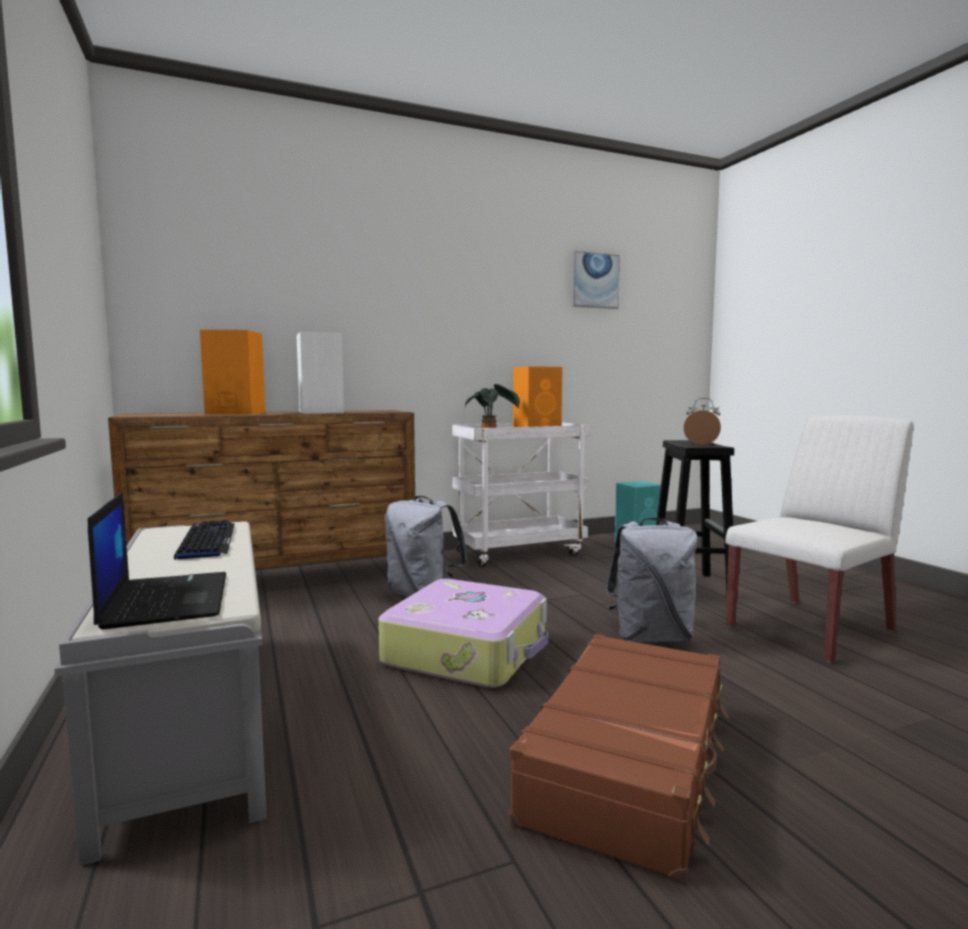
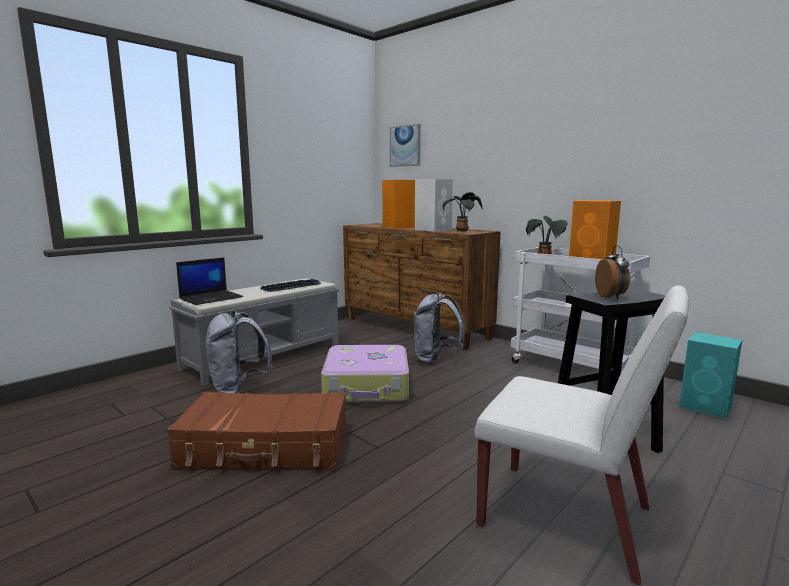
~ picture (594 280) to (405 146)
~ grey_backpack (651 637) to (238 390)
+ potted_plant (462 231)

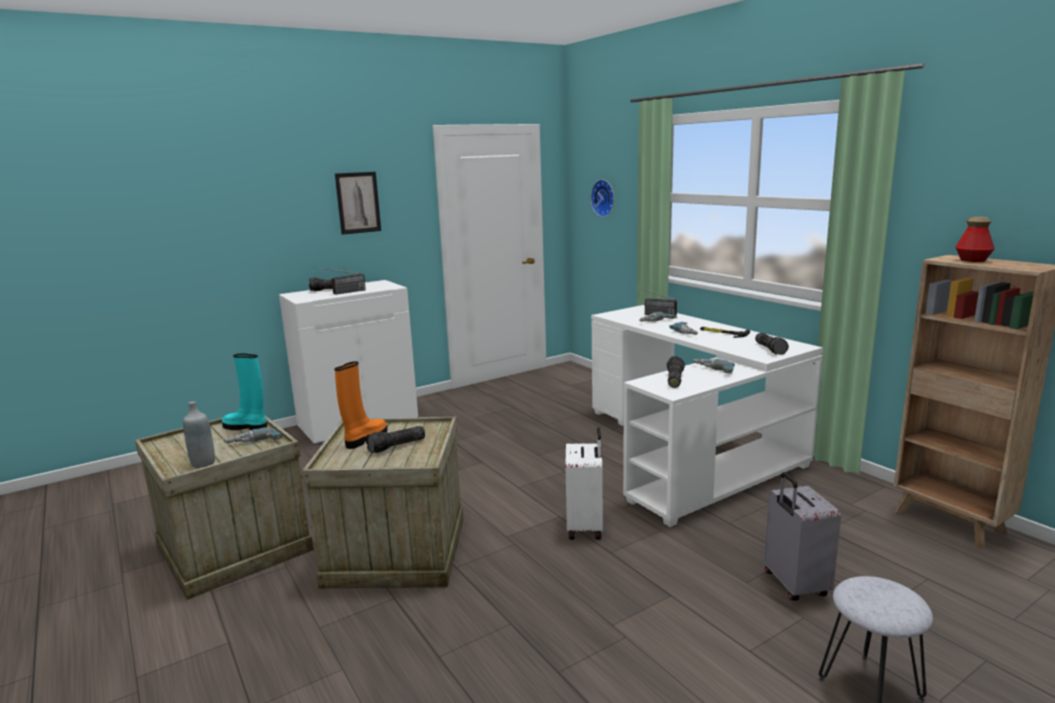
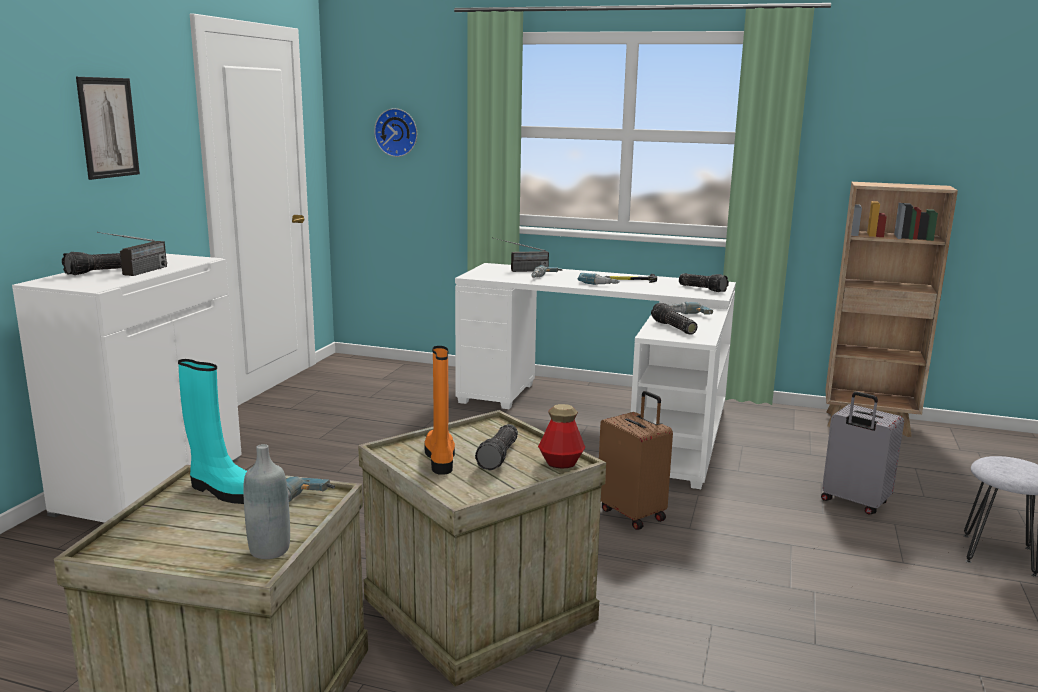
~ turquoise_boot (247 427) = (224 491) 135 degrees counterclockwise
~ white_suitcase (586 527) to brown_suitcase (633 514)
~ bottle (972 260) to (561 463)

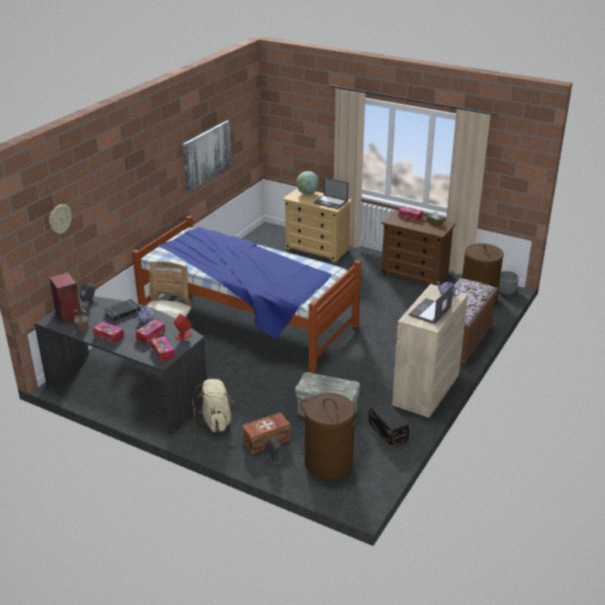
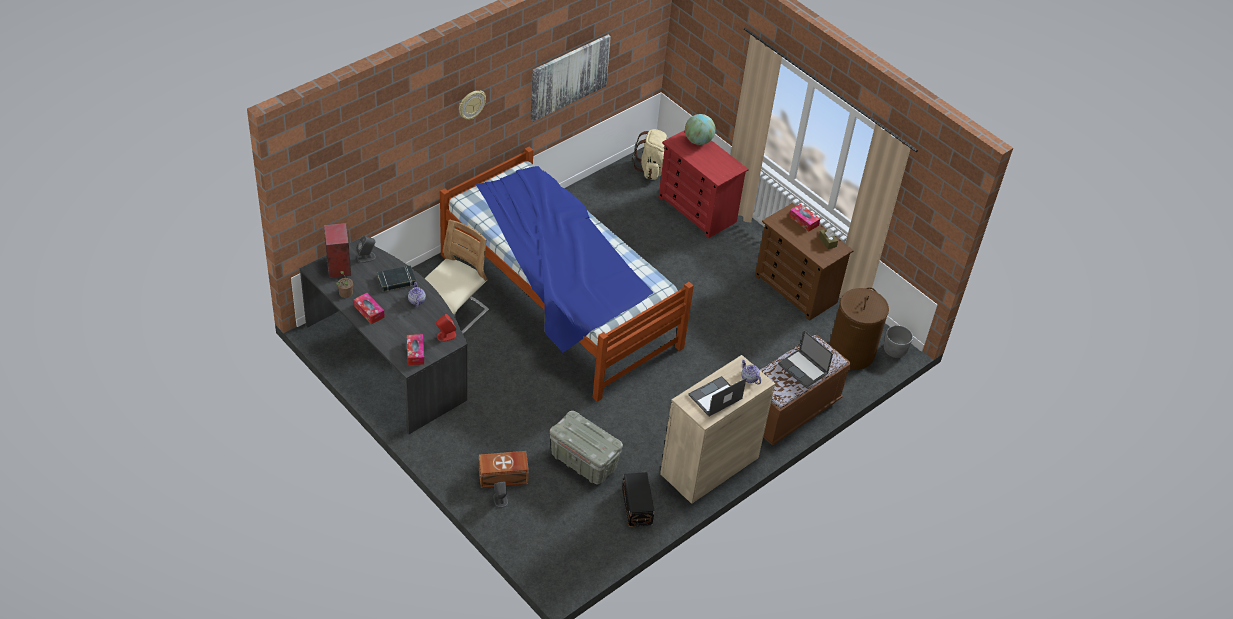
~ wall_clock (59 219) to (471 104)
- tissue_box (150 335)
~ beige_backpack (215 421) to (652 169)
~ beige_dresser (317 249) to red_dresser (697 210)
- brown_laundry_basket (328 463)
~ laptop (331 202) to (803 369)

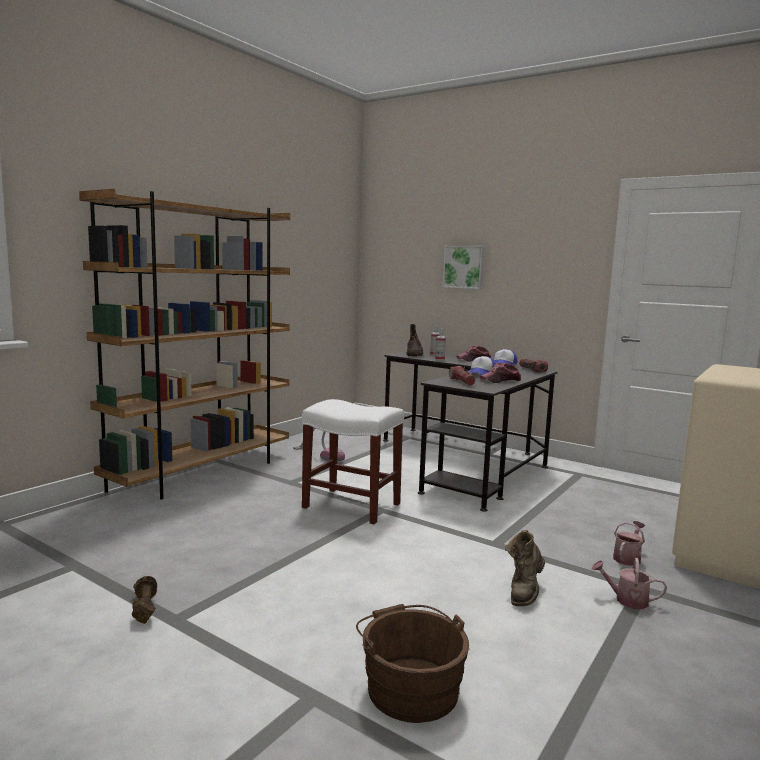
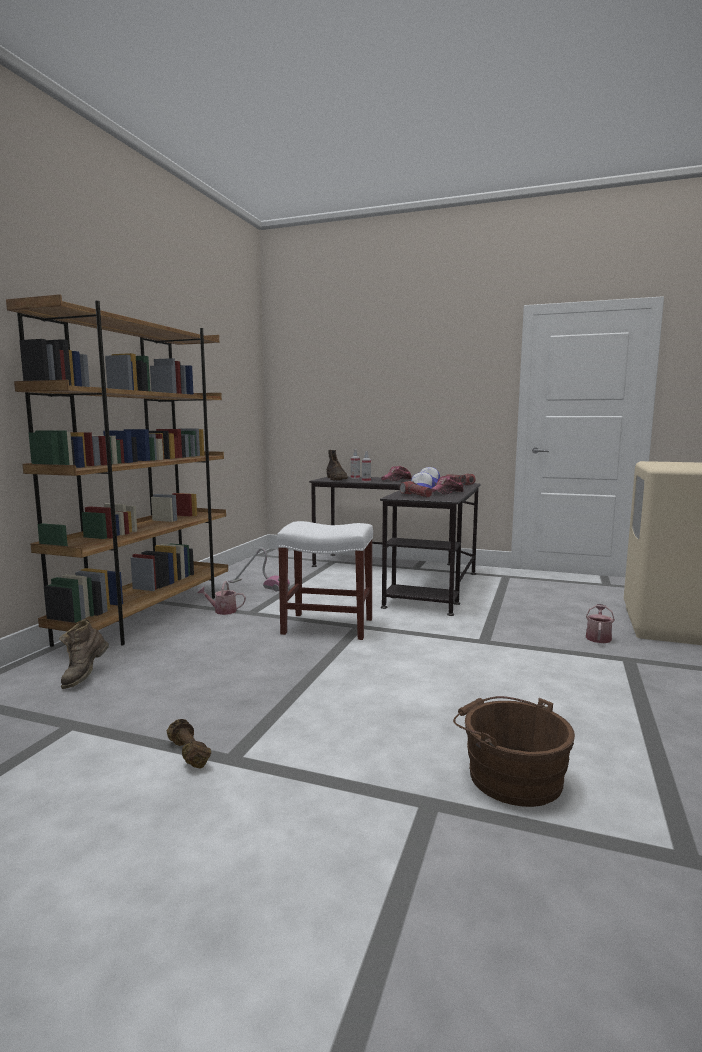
- picture (464 267)
~ brown_boot (524 592) to (84 677)
~ watering_can (626 600) to (222 611)

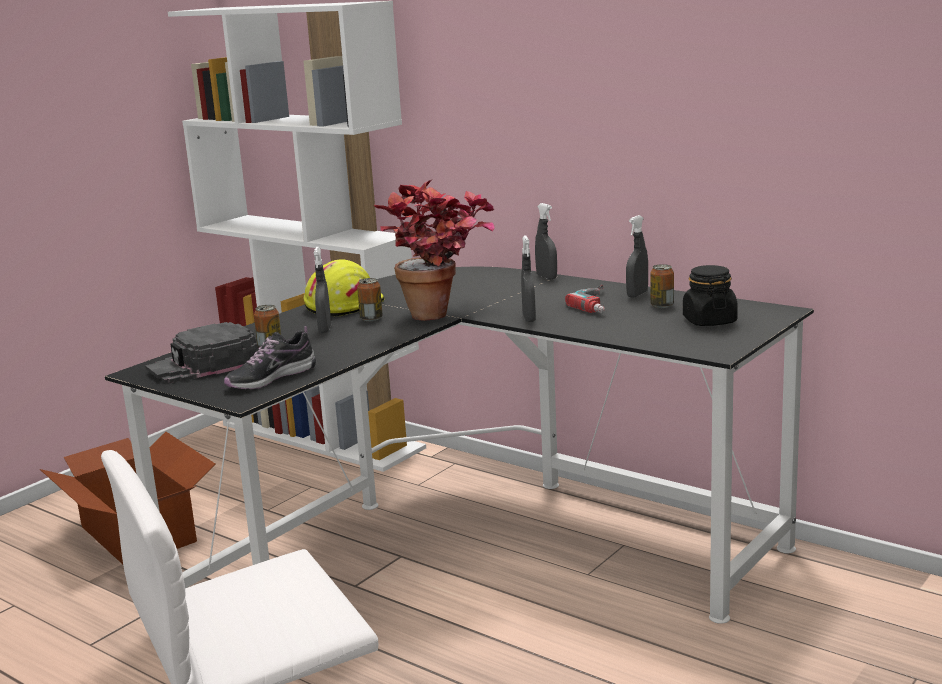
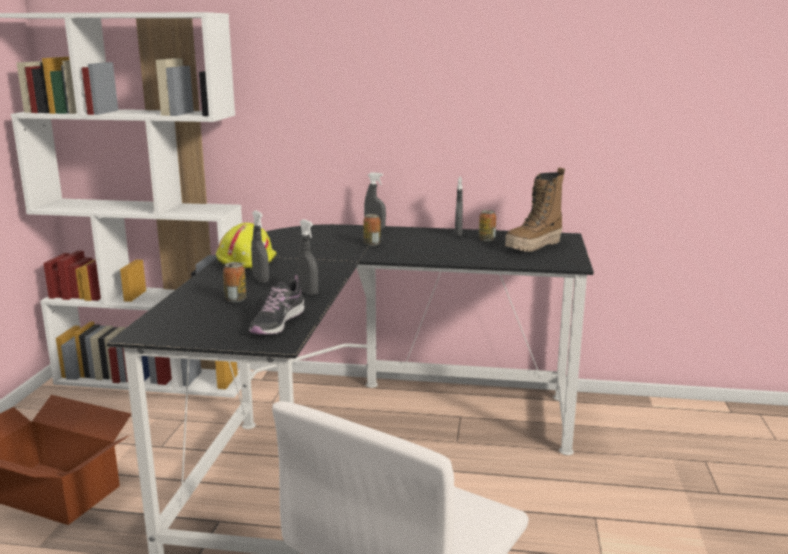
- black_cap (204 365)
~ can (371 318) to (372 244)
- potted_plant (442 317)
~ grey_spray_bottle (529 318) to (308 292)
- power_drill (601 304)
~ black_jar (709 321) to boot (533 246)

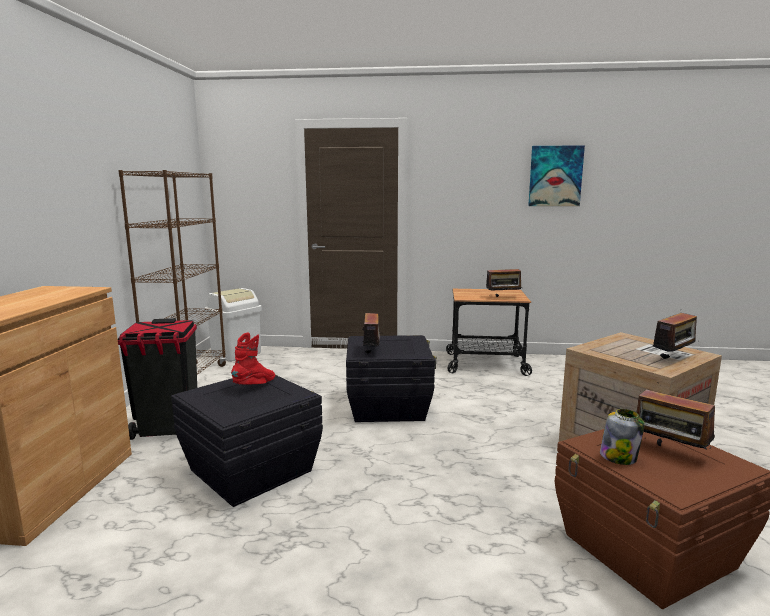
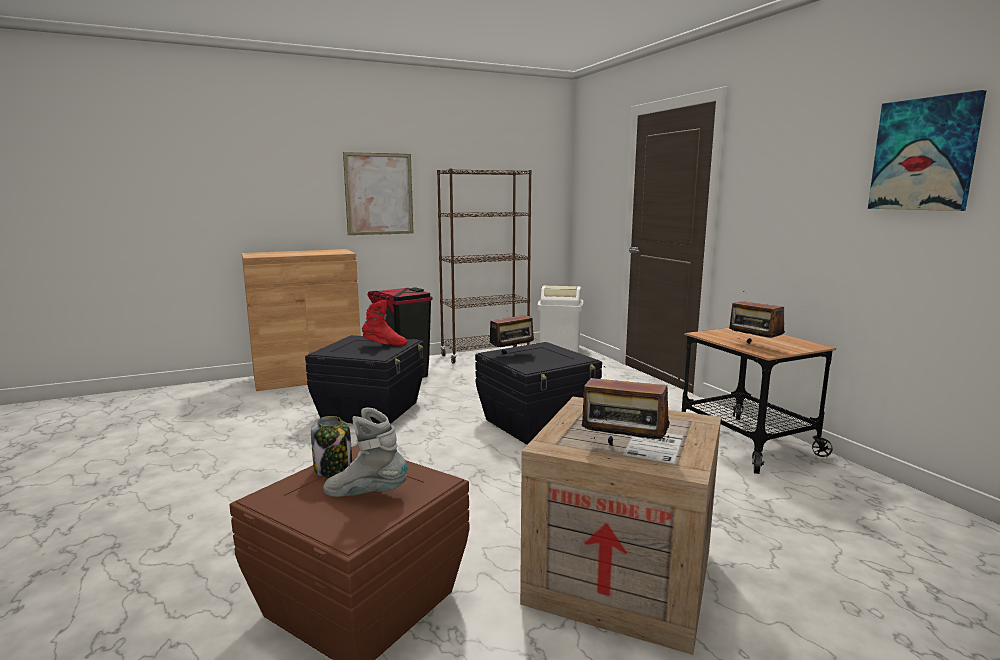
~ radio (669 452) to grey_boot (366 494)
+ picture (379 194)

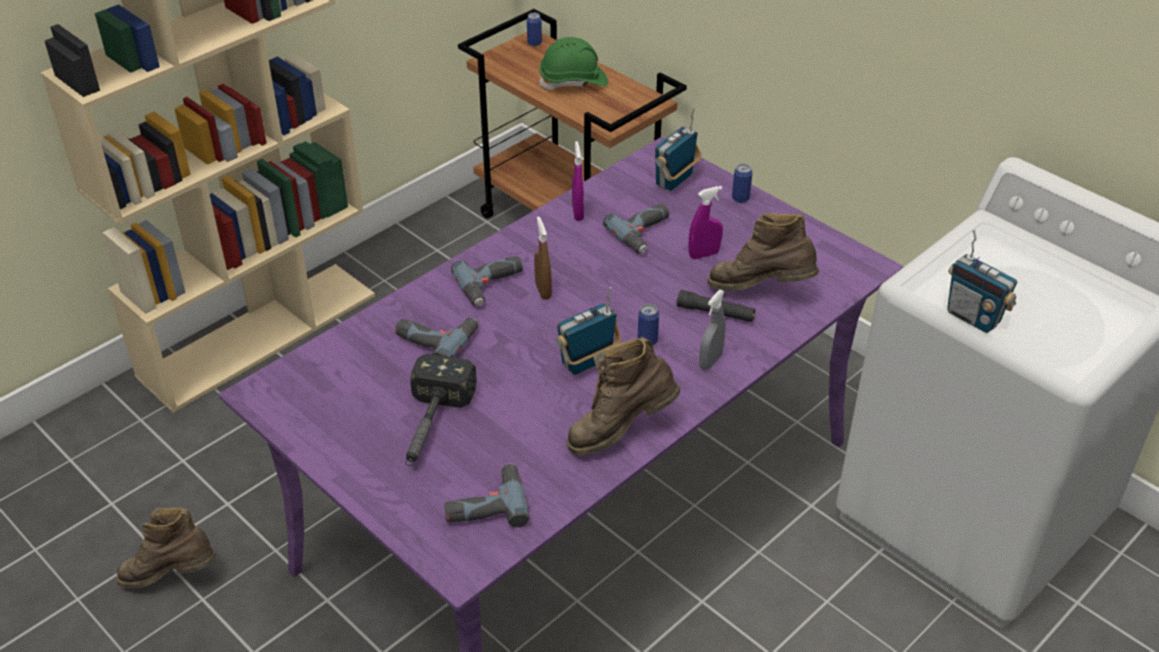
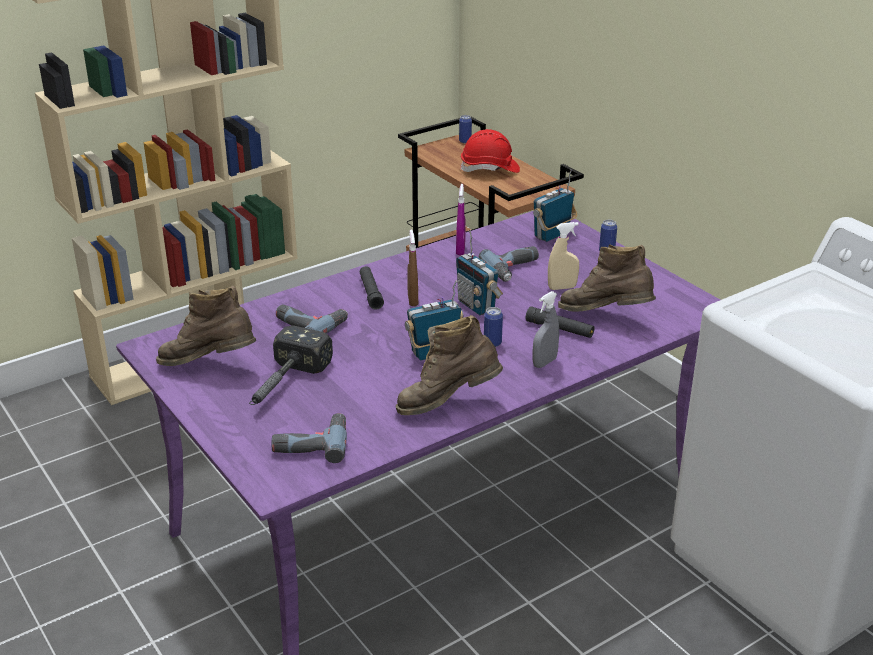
~ brown_boot (171 576) to (209 366)
~ power_drill (493 286) to black_flashlight (370 293)
~ green_hard_hat (573 82) to red_hard_hat (490 169)
~ purple_spray_bottle (704 254) to beige_spray_bottle (562 287)
~ radio (973 317) to (477 306)

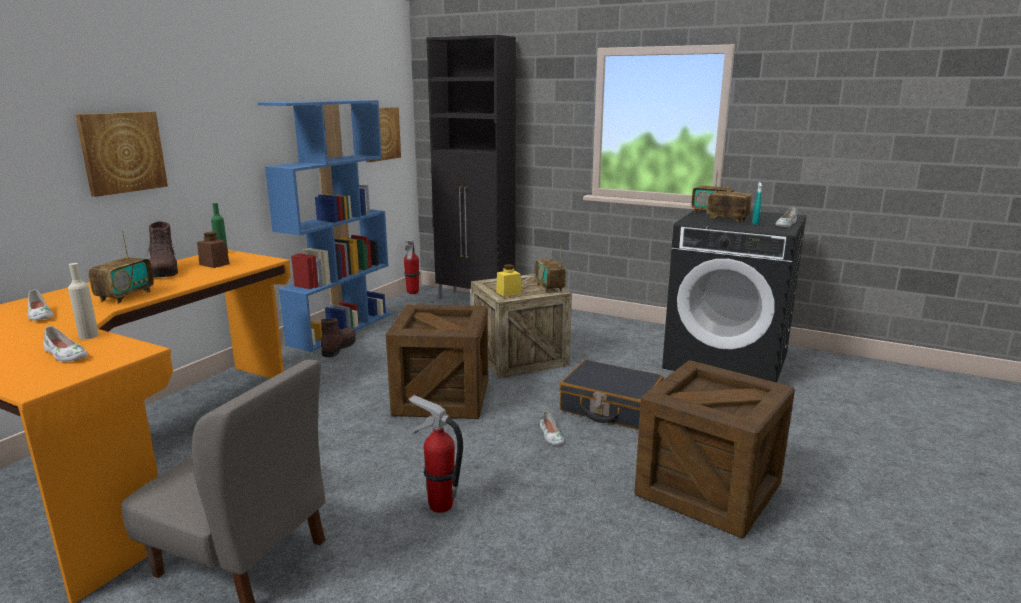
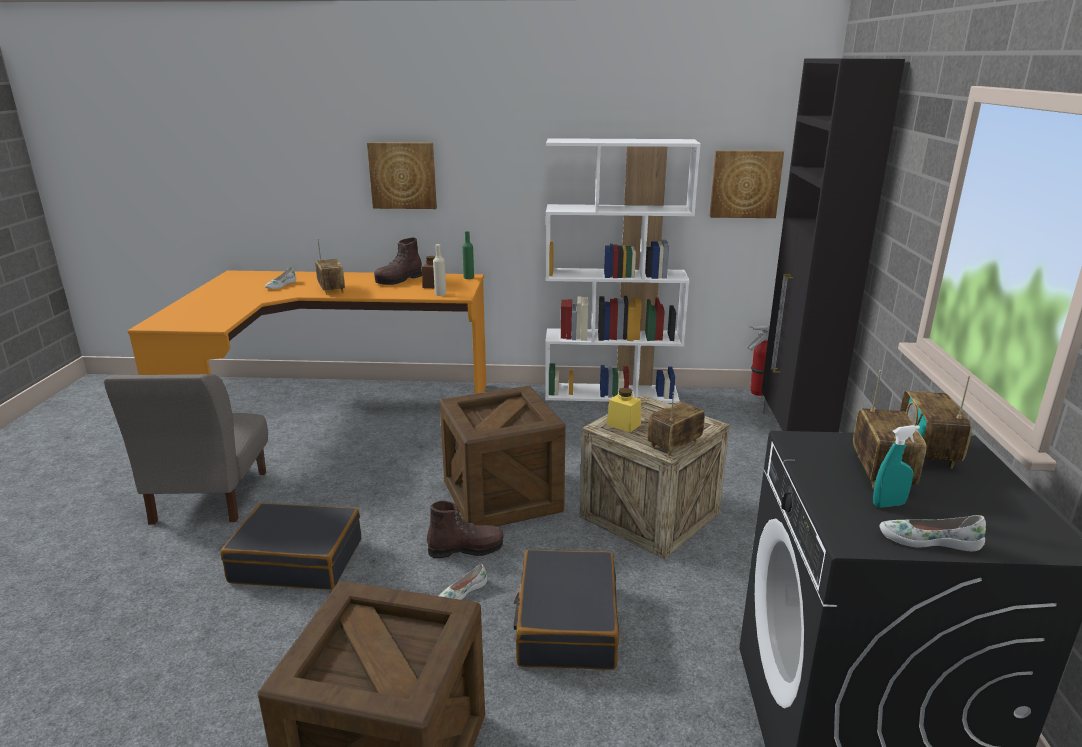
- white_shoe (65 355)
~ beige_bottle (88 336) to (440 294)
~ radio (125 296) = (331 289) 105 degrees counterclockwise
~ blue_bookcase (341 328) to white_bookcase (612 393)
~ brown_boot (339 348) to (466 549)
~ fire_extinguisher (440 505) to black_suitcase (297 560)

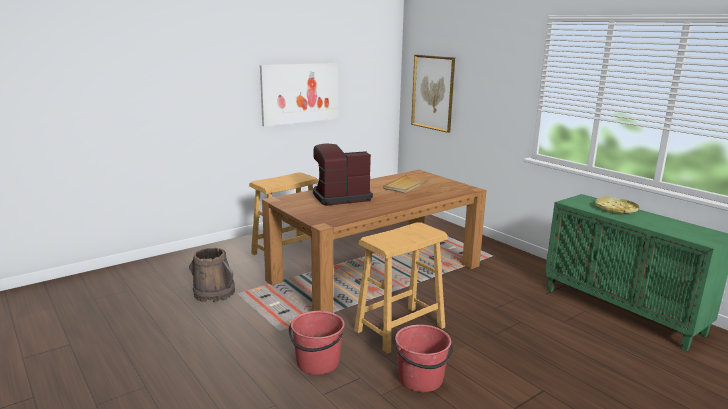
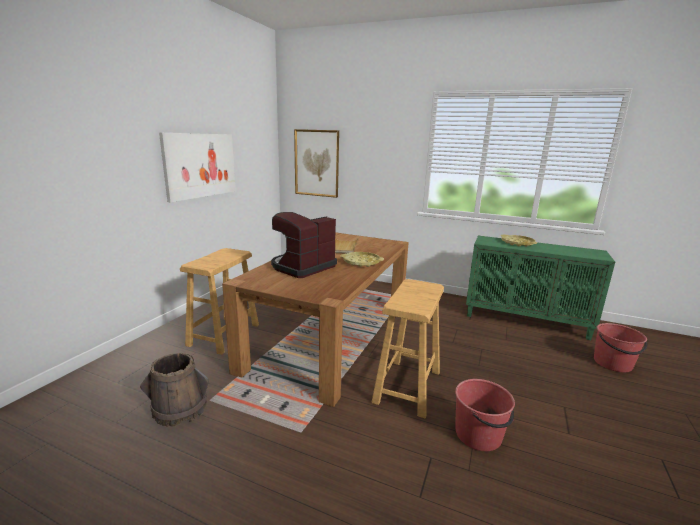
~ red_bucket (317 363) to (613 363)
+ yellow_tray (361 262)

